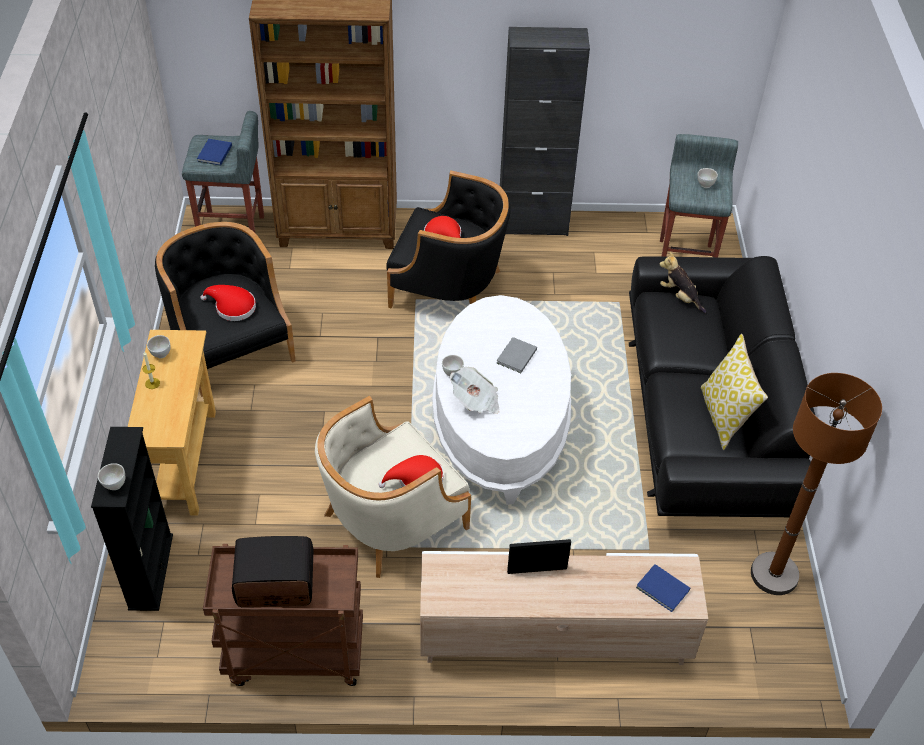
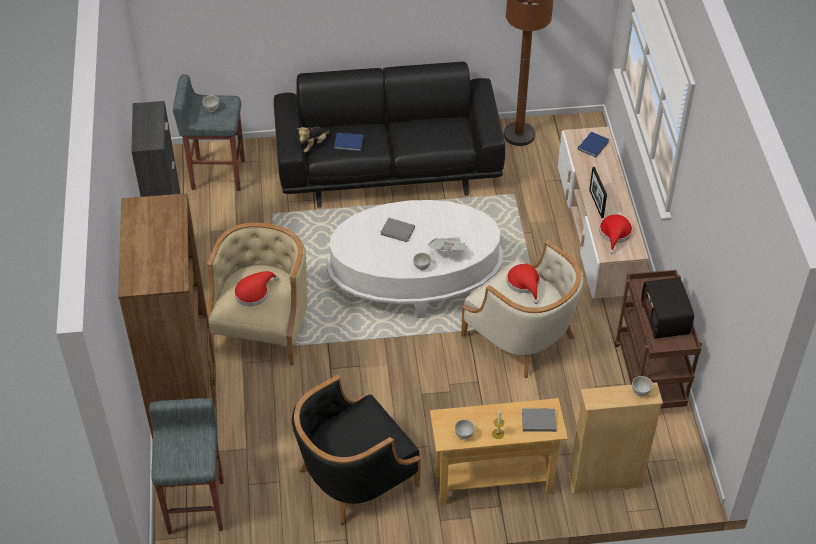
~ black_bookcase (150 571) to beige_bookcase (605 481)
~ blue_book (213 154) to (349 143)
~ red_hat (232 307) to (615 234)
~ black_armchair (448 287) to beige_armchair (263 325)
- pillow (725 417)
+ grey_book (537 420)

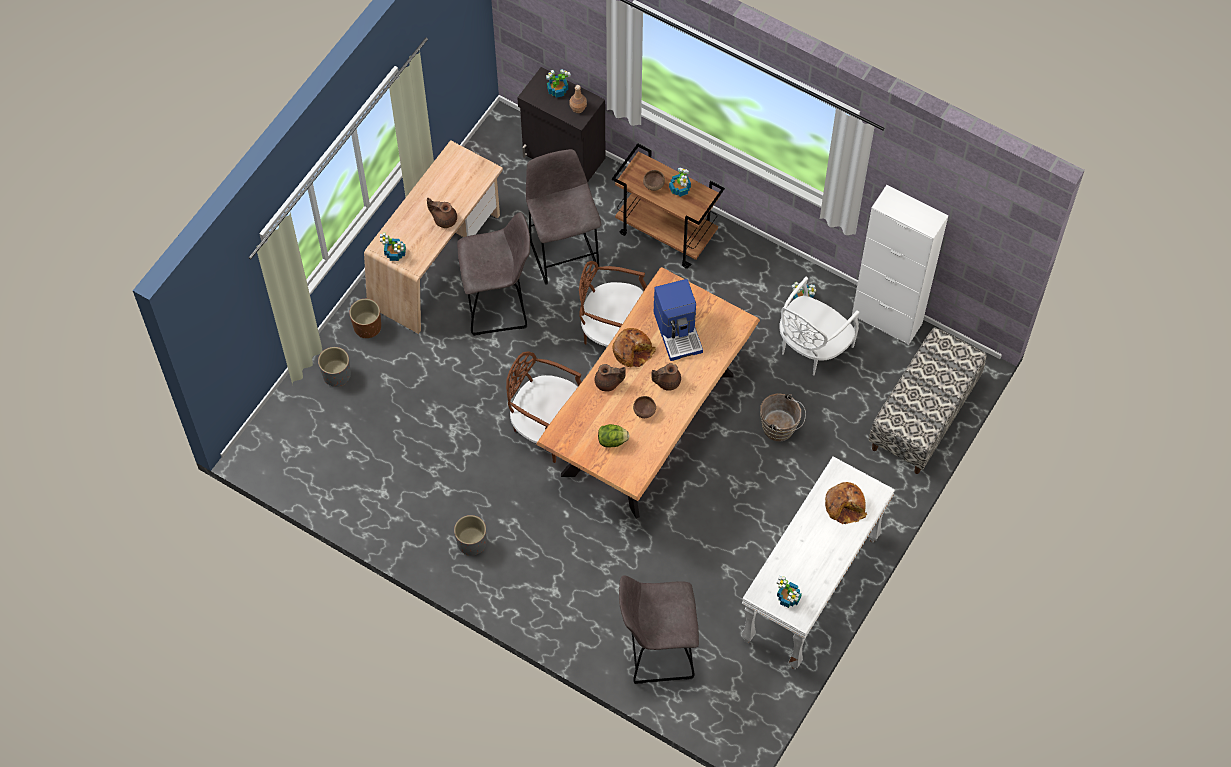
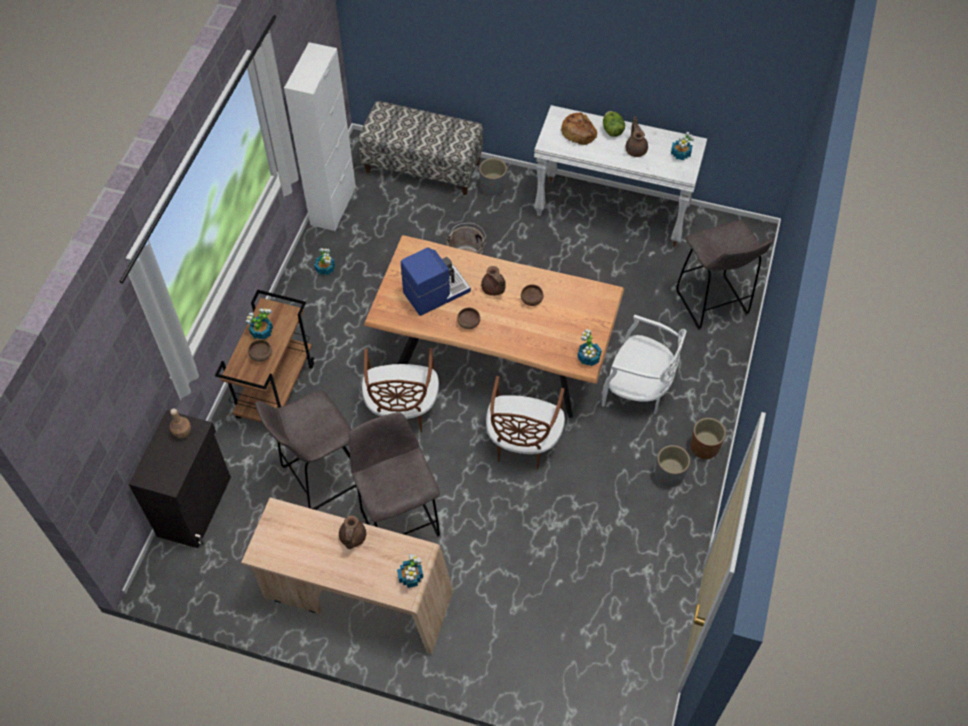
~ grey_planter (336 375) to (492 187)
~ brown_planter (367 326) to (704 447)
~ potted_plant (557 90) to (588 358)
~ brown_teapot (608 383) to (636 149)
~ lettuce (612 440) to (612 130)
~ bread (632 350) to brown_bowl (468 323)
~ white_chair (812 347) to (638 390)

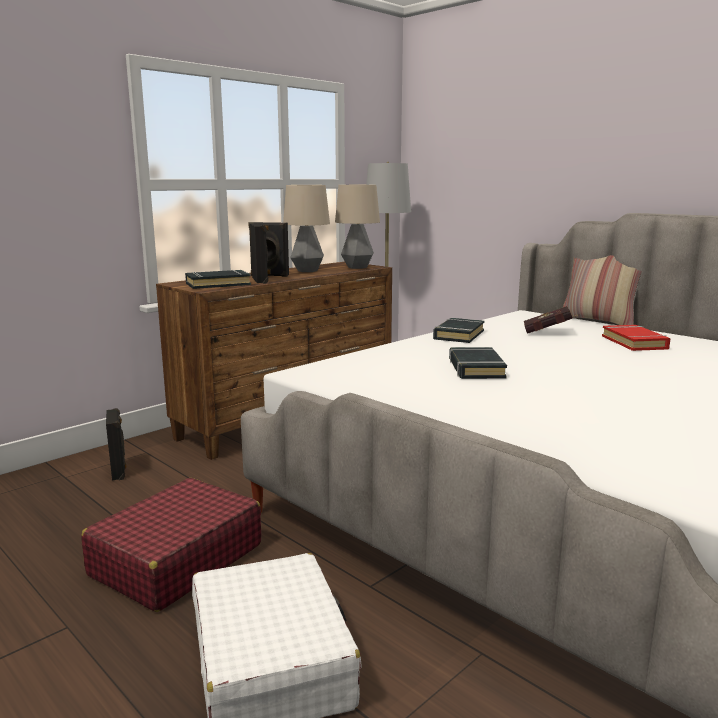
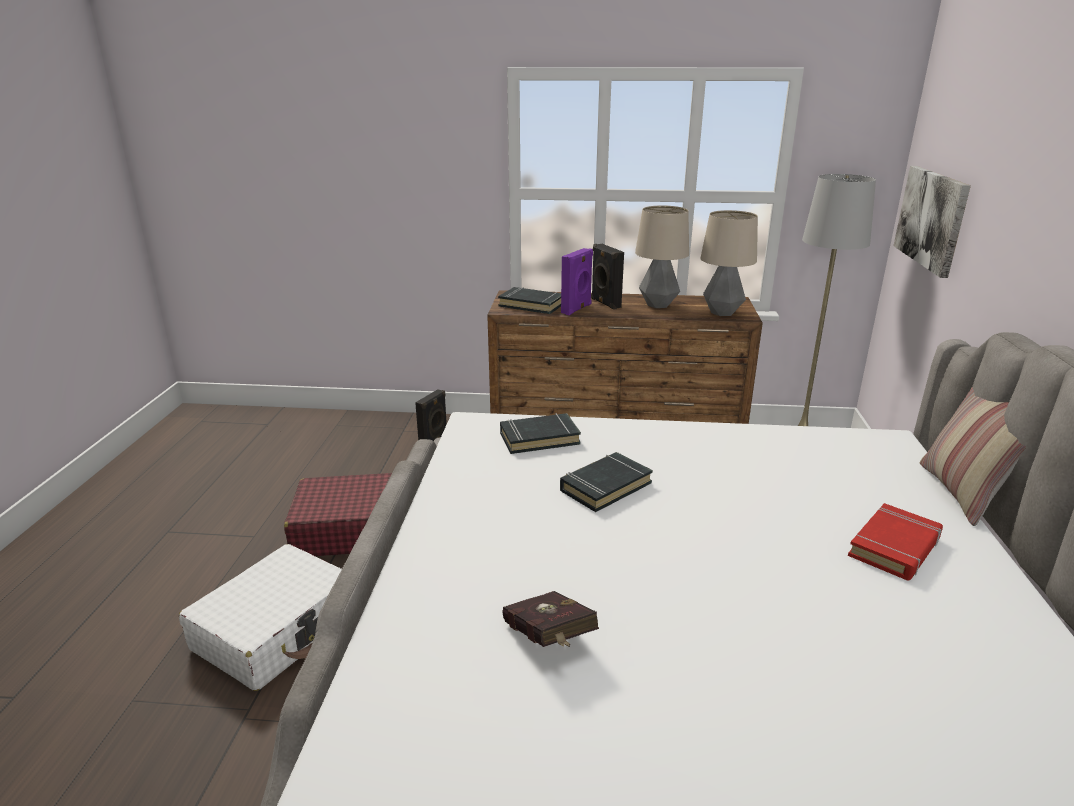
~ black_speaker (261 280) to purple_speaker (577 309)
~ black_book (458 335) to (539 438)
~ red_book (548 333) to (549 640)
+ picture (931 218)

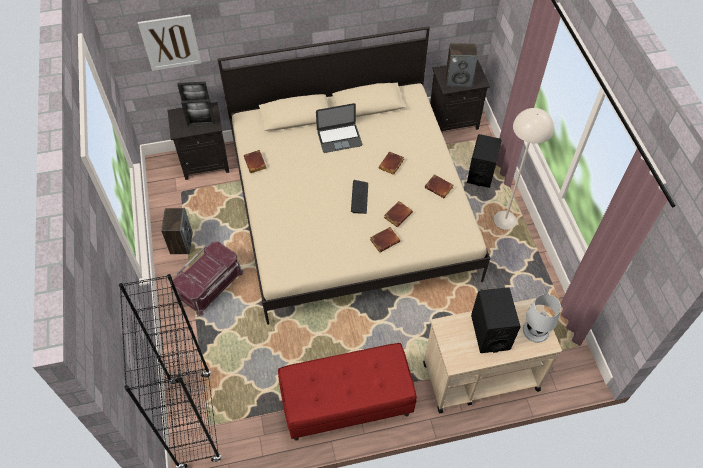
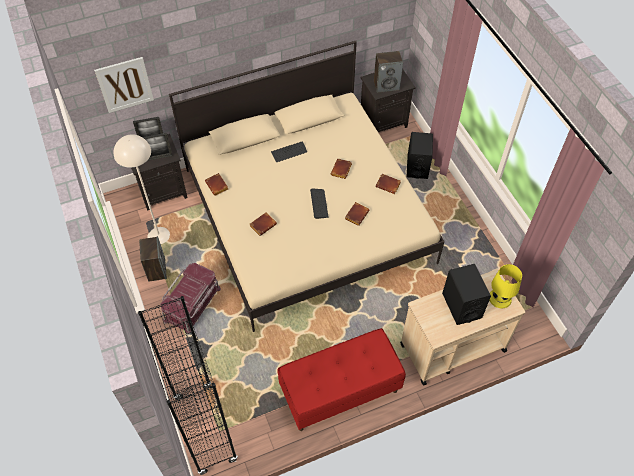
~ laptop (339 138) to keyboard (289 152)
~ brown_book (385 240) to (263 224)
~ beige_floor_lamp (505 220) to (159 236)
~ white_table_lamp (535 330) to yellow_table_lamp (500 298)

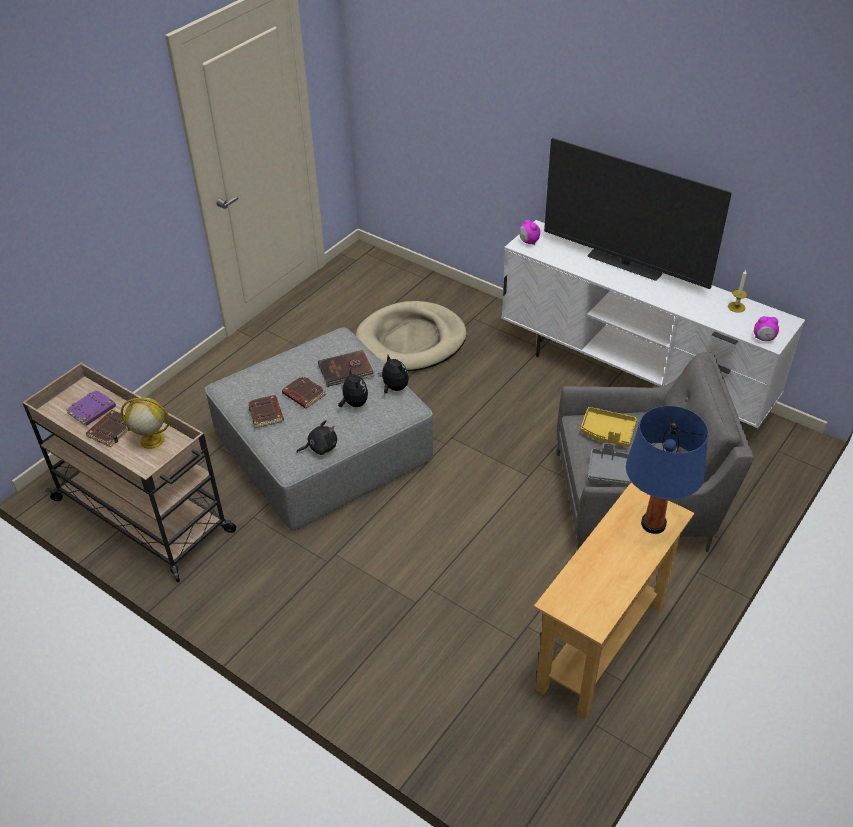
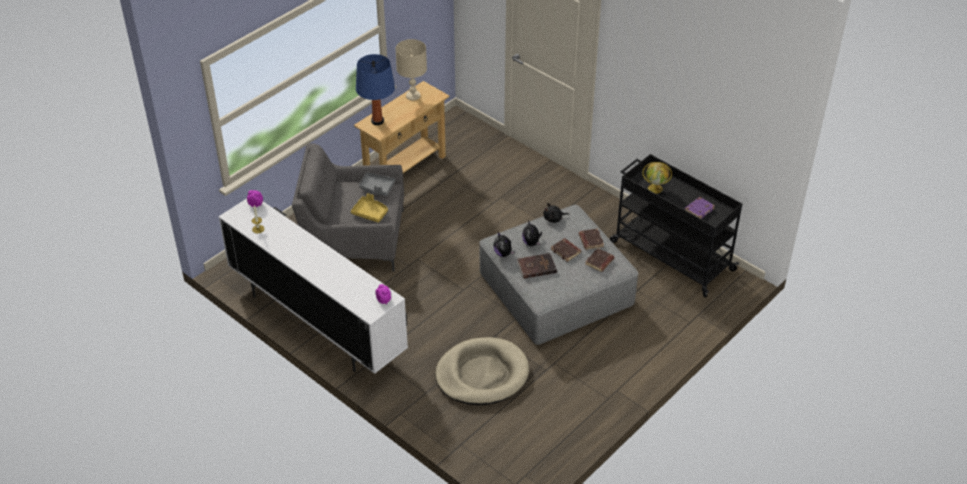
~ beige_cart (145 516) to black_cart (670 255)
~ brown_book (111 430) to (599 262)
- television (624 265)
+ beige_table_lamp (412 96)

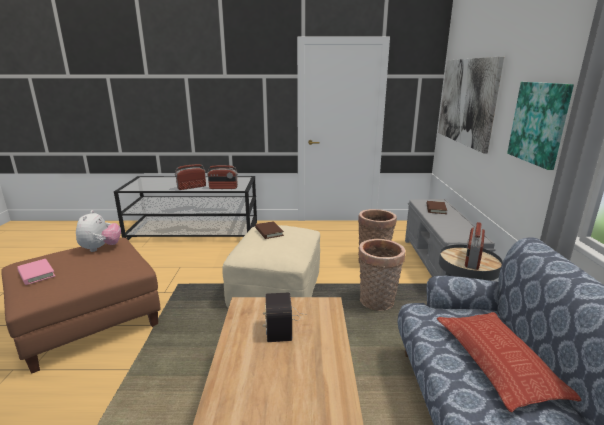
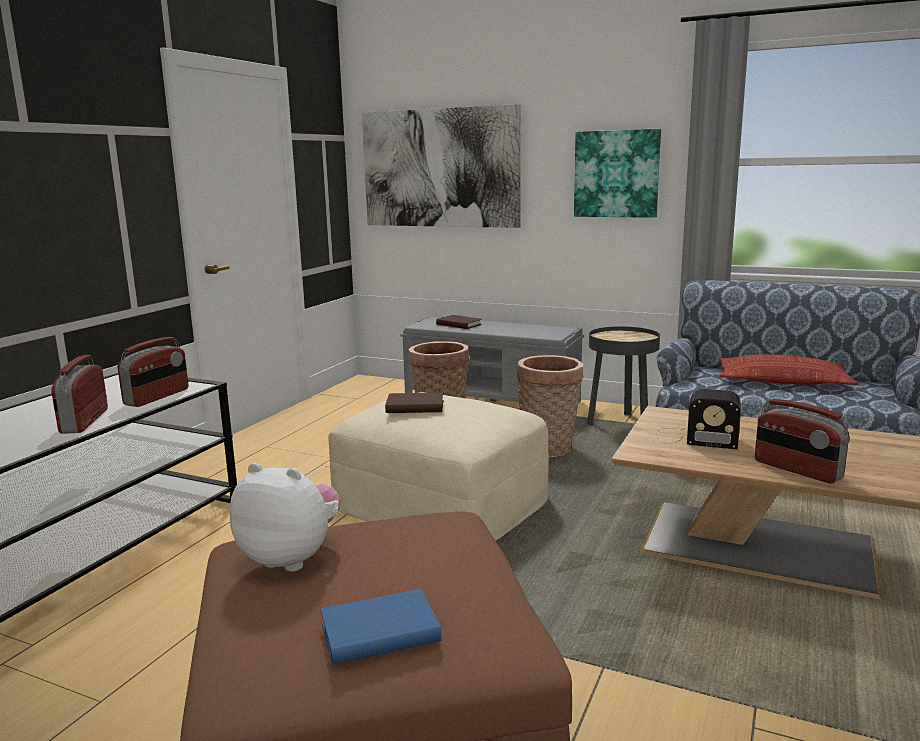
~ pink_book (36 274) to blue_book (380 633)
~ radio (472 260) to (797 470)

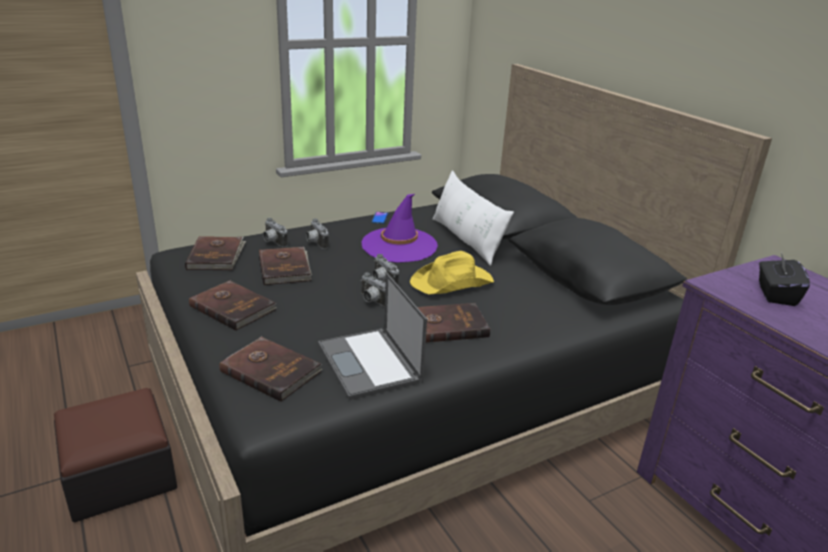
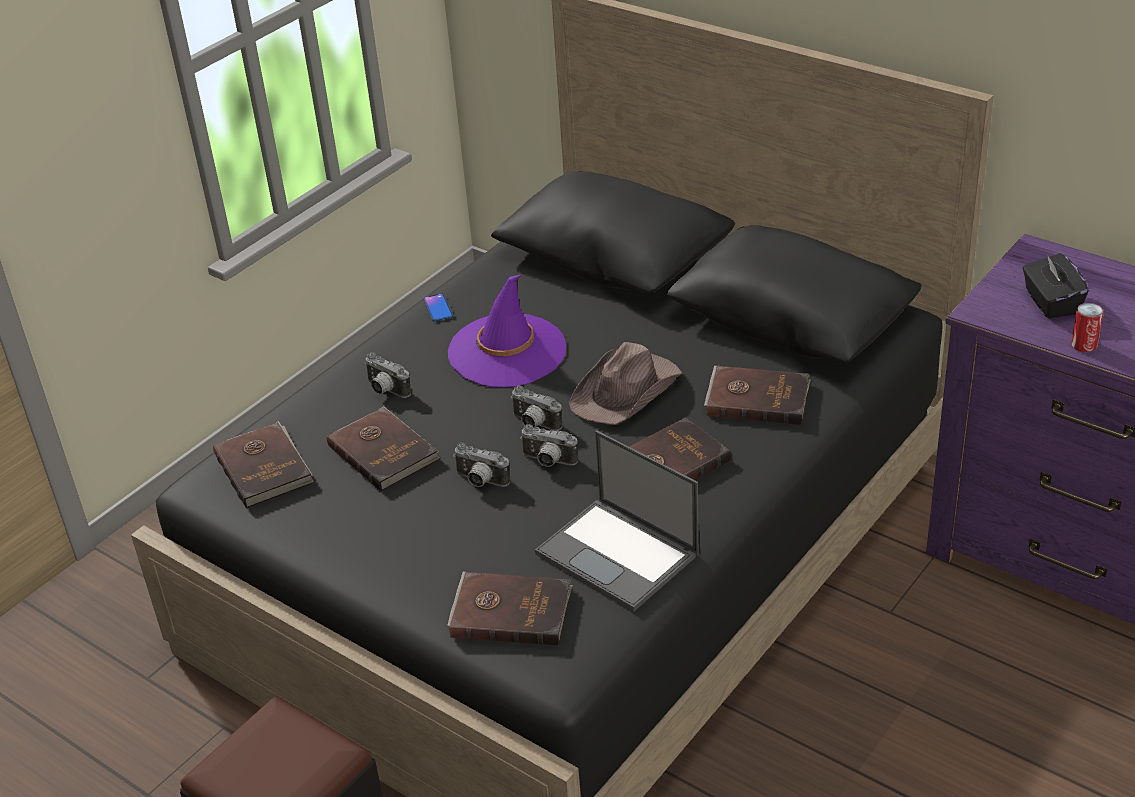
~ brown_book (233 307) to (757 398)
~ photo_camera (272 242) to (480 481)
~ yellow_hat (453 282) to brown_hat (627 391)
- white_pillow (466 240)
+ can (1084 345)

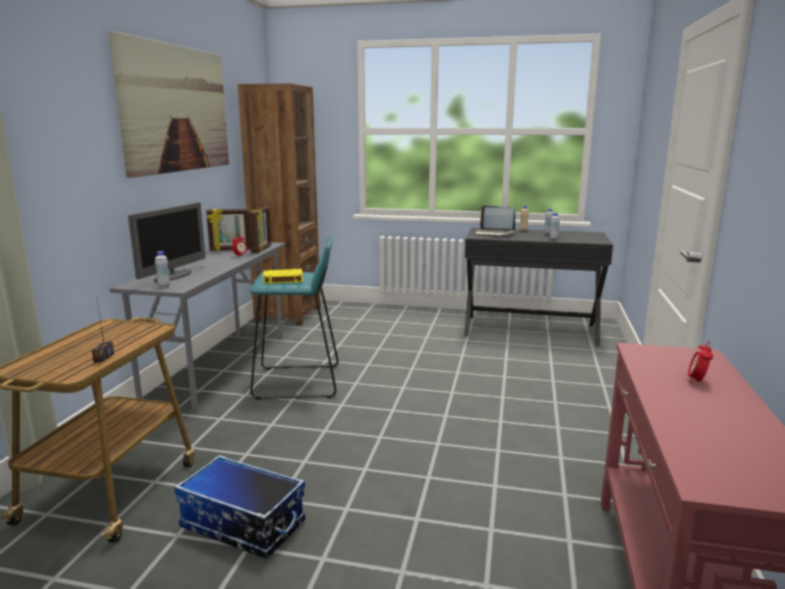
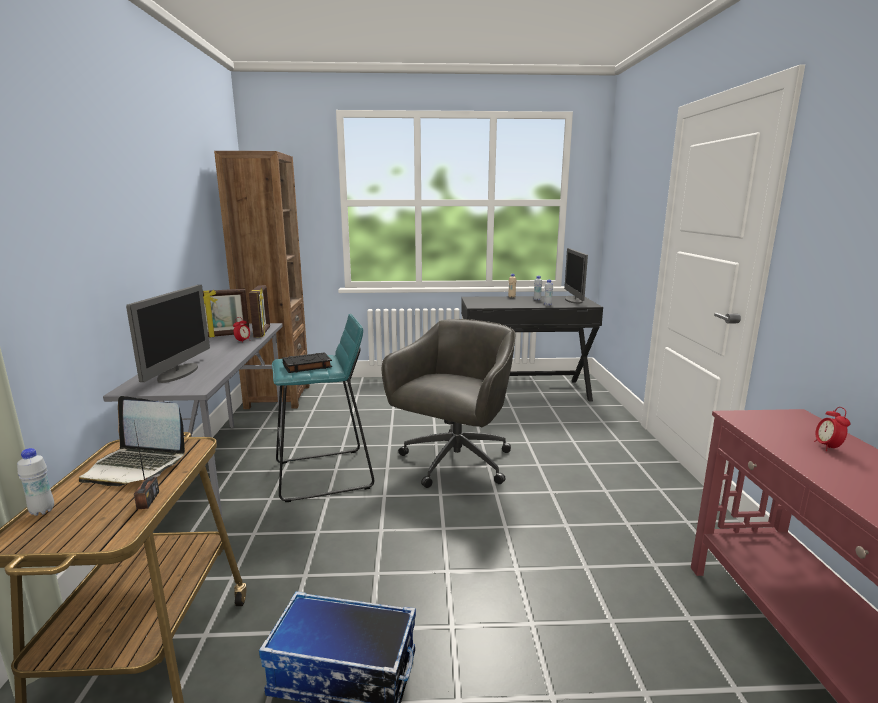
- picture (176 109)
~ white_bottle (164 286) to (42 511)
~ yellow_book (282 279) to black_book (306 366)
~ laptop (494 234) to (136 466)
+ grey_office_chair (454 463)
+ monitor (573 300)

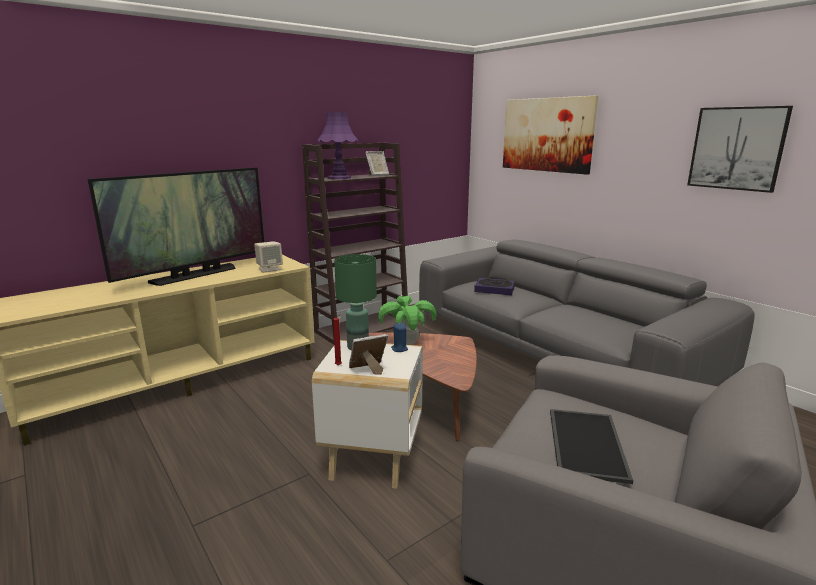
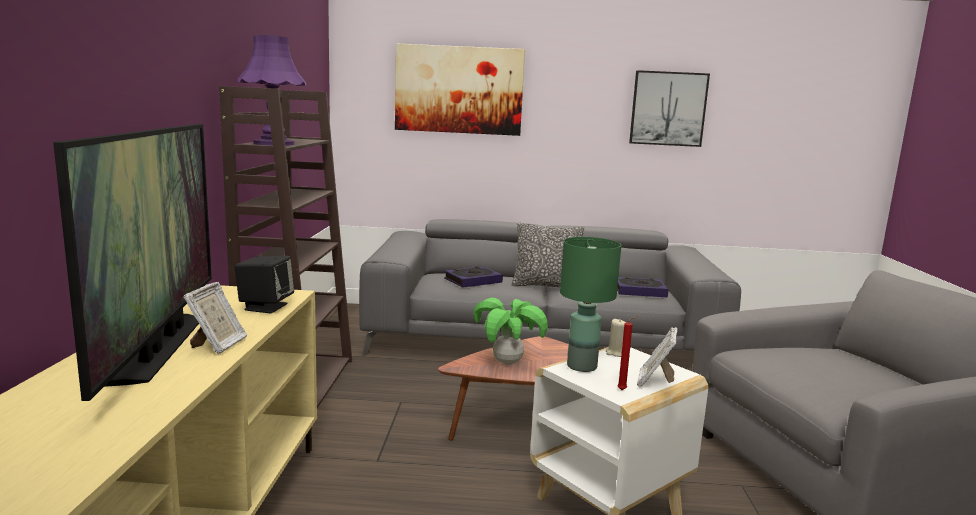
~ beige_speaker (269 269) to black_speaker (265 307)
~ picture_frame (377 175) to (217 345)
~ blue_candle (399 349) to beige_candle (616 353)
- tray (584 443)
+ pillow (546 286)
+ book (640 291)

